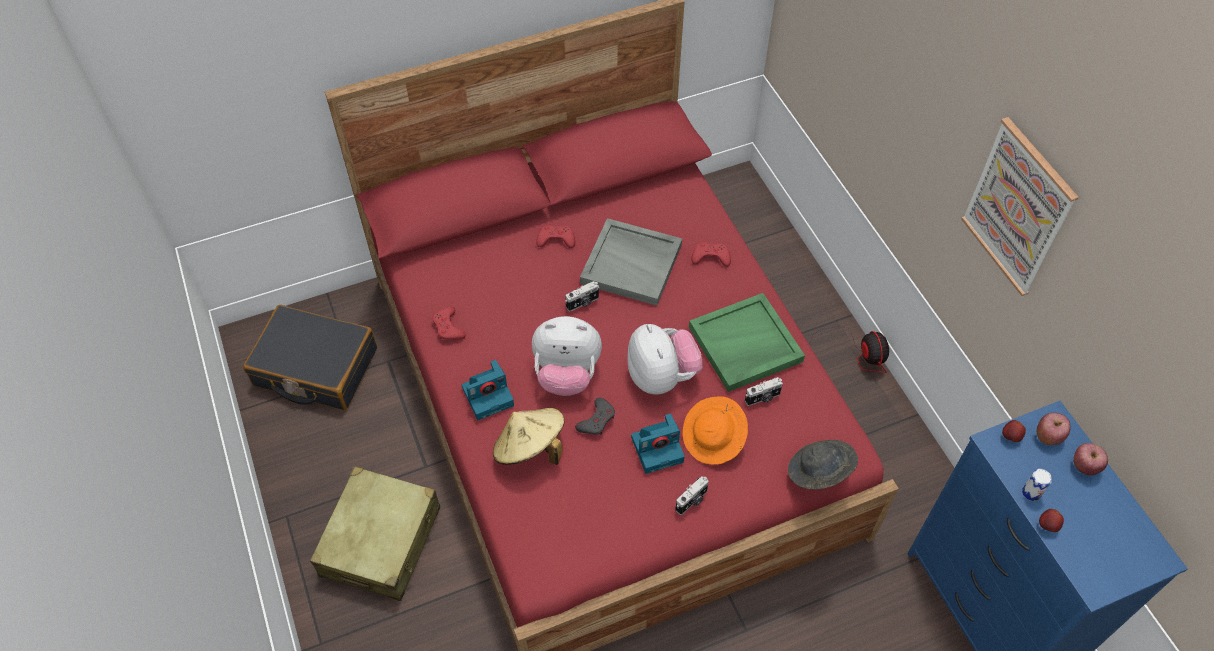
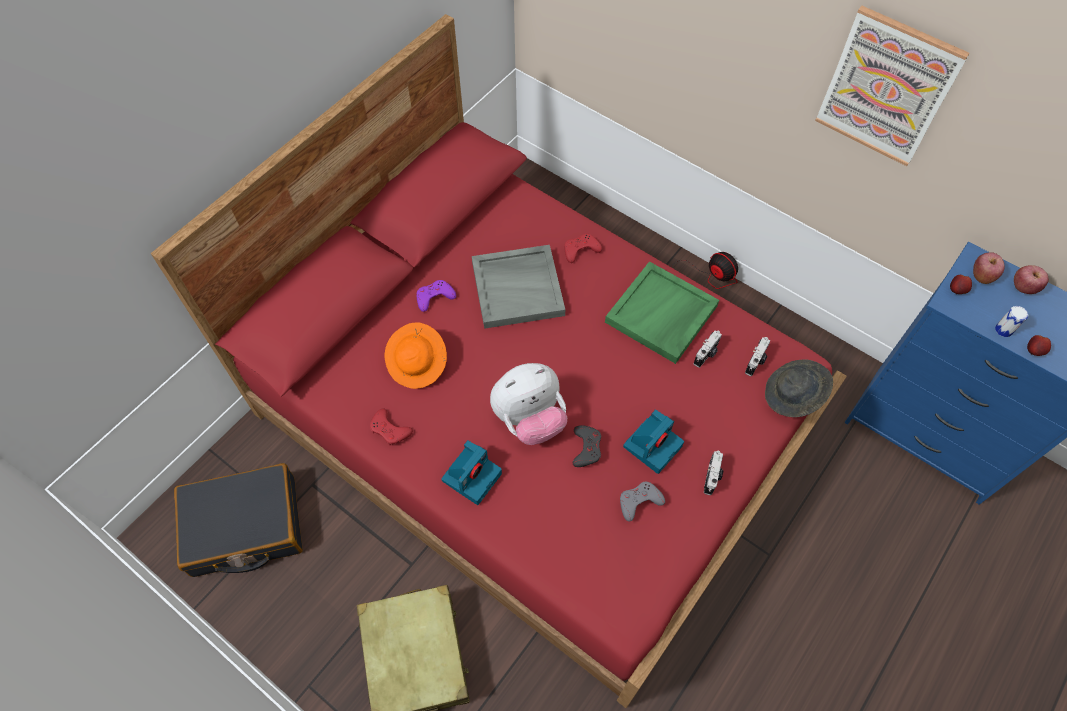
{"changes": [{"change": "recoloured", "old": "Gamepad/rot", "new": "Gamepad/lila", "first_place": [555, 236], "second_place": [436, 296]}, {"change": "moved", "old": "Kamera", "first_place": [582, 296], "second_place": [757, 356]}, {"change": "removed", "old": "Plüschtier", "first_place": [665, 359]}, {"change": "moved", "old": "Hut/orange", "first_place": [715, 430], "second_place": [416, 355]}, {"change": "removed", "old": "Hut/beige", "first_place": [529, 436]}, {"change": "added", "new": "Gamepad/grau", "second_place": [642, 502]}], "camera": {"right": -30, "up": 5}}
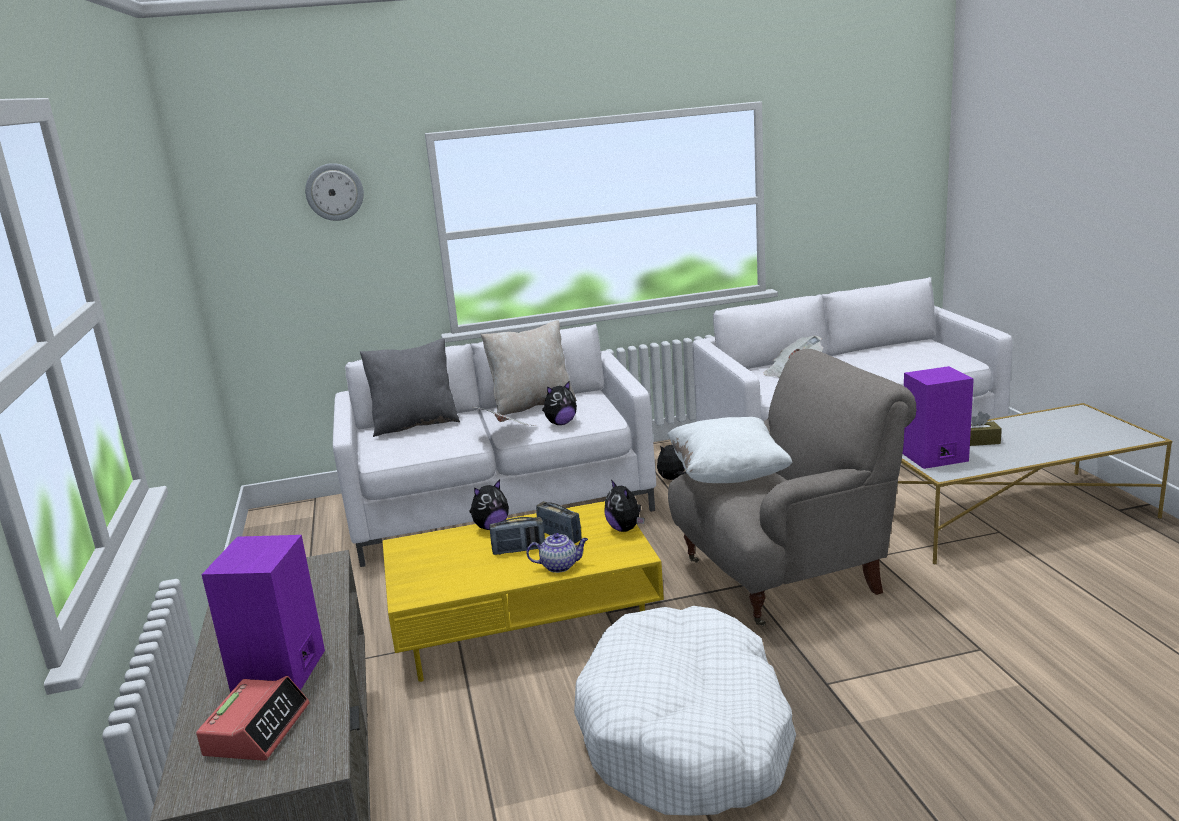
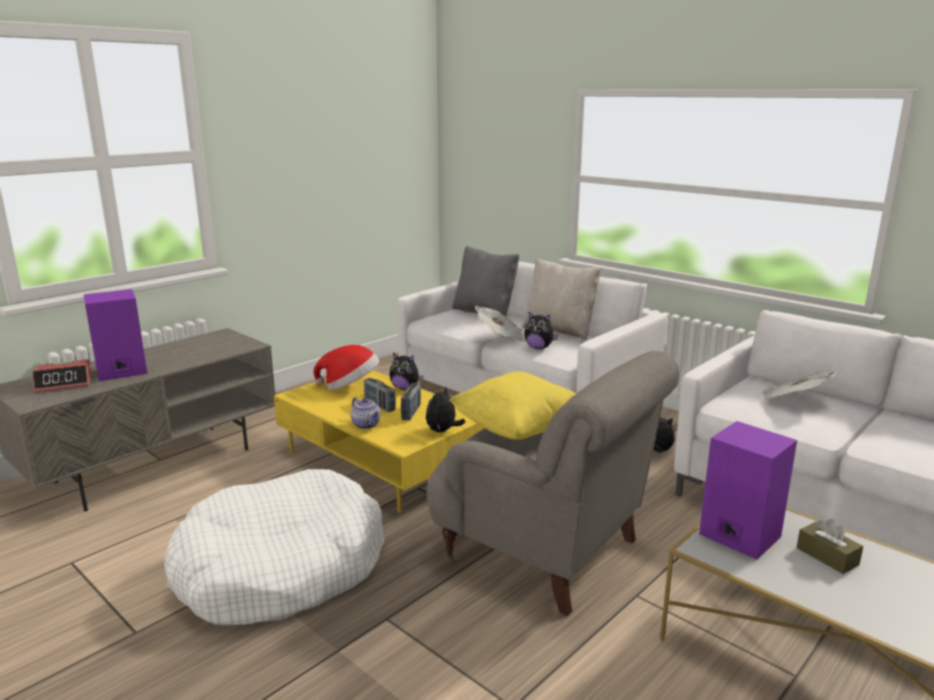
{"changes": [{"change": "removed", "old": "Wanduhr", "first_place": [334, 192]}, {"change": "recoloured", "old": "Kissen/weiß", "new": "Kissen/gelb", "first_place": [729, 450], "second_place": [513, 405]}, {"change": "added", "new": "Hut", "second_place": [346, 367]}], "camera": {"right": 55, "up": 0}}
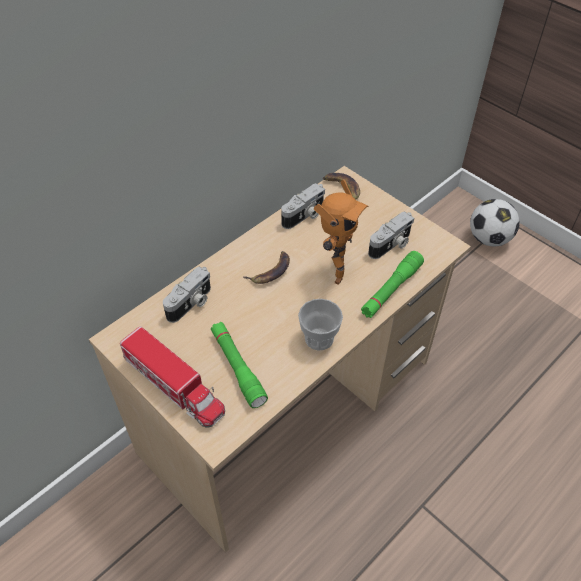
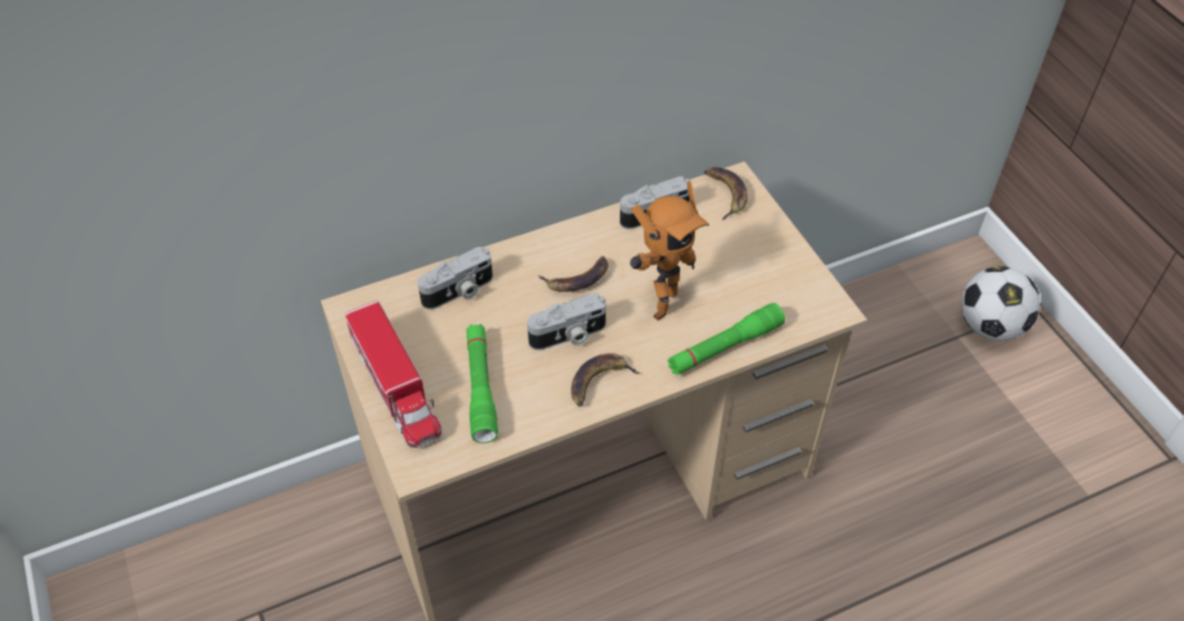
{"changes": [{"change": "moved", "old": "Kamera", "first_place": [391, 235], "second_place": [566, 321]}, {"change": "replaced", "old": "Tasse", "new": "Banane", "first_place": [320, 325], "second_place": [605, 379]}], "camera": {"right": 20, "up": 0}}
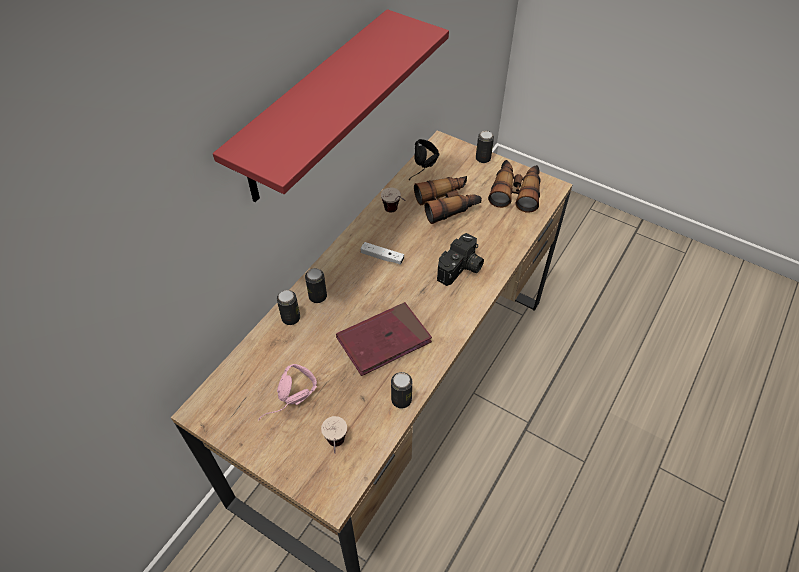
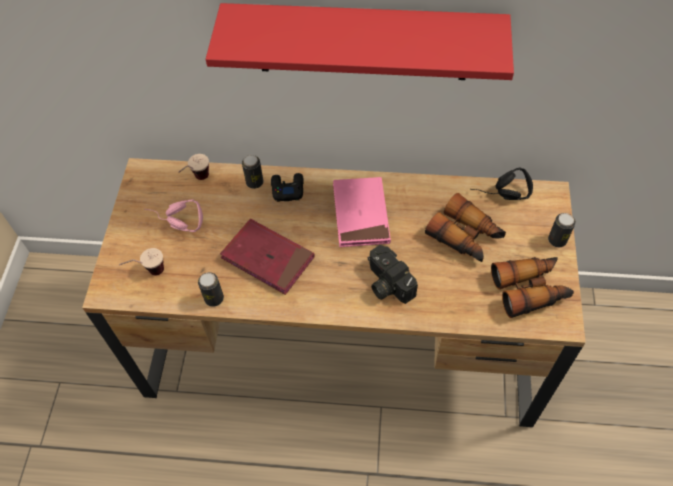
{"changes": [{"change": "moved", "old": "Tasse", "first_place": [393, 200], "second_place": [193, 167]}, {"change": "turned", "old": "Kamera", "first_place": [460, 259], "second_place": [393, 274], "degrees": 45}, {"change": "replaced", "old": "Gamepad/weiß", "new": "Buch/rosa", "first_place": [382, 253], "second_place": [362, 212]}, {"change": "replaced", "old": "Dose", "new": "Gamepad/schwarz", "first_place": [316, 285], "second_place": [287, 187]}], "camera": {"right": 65, "up": 5}}
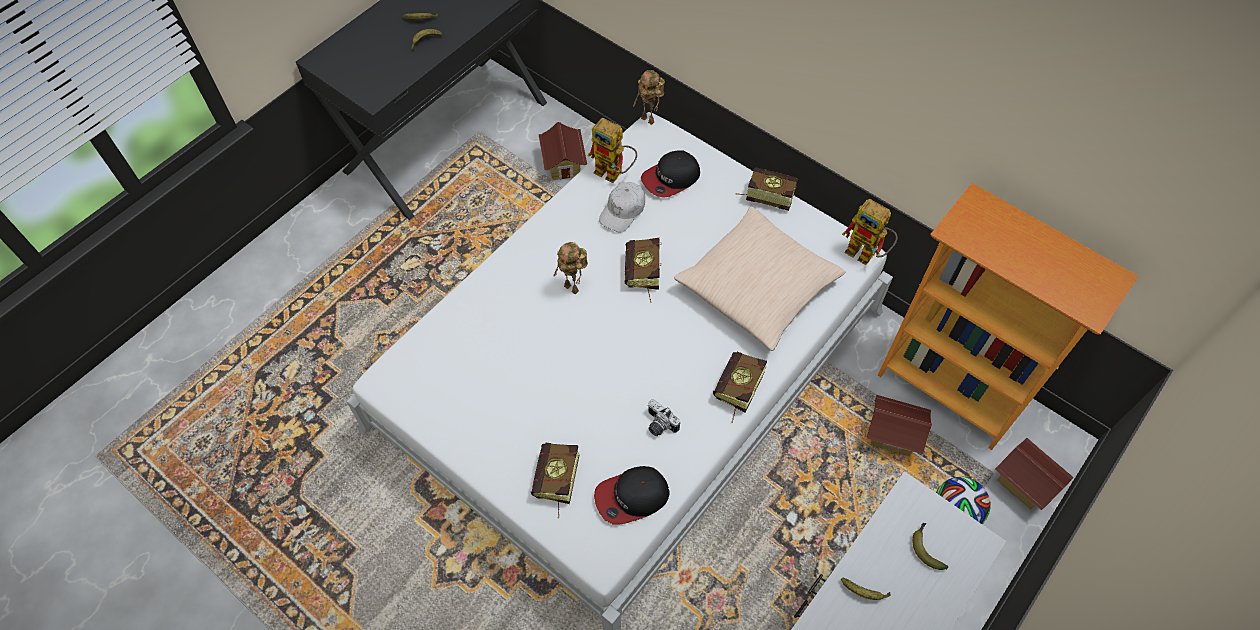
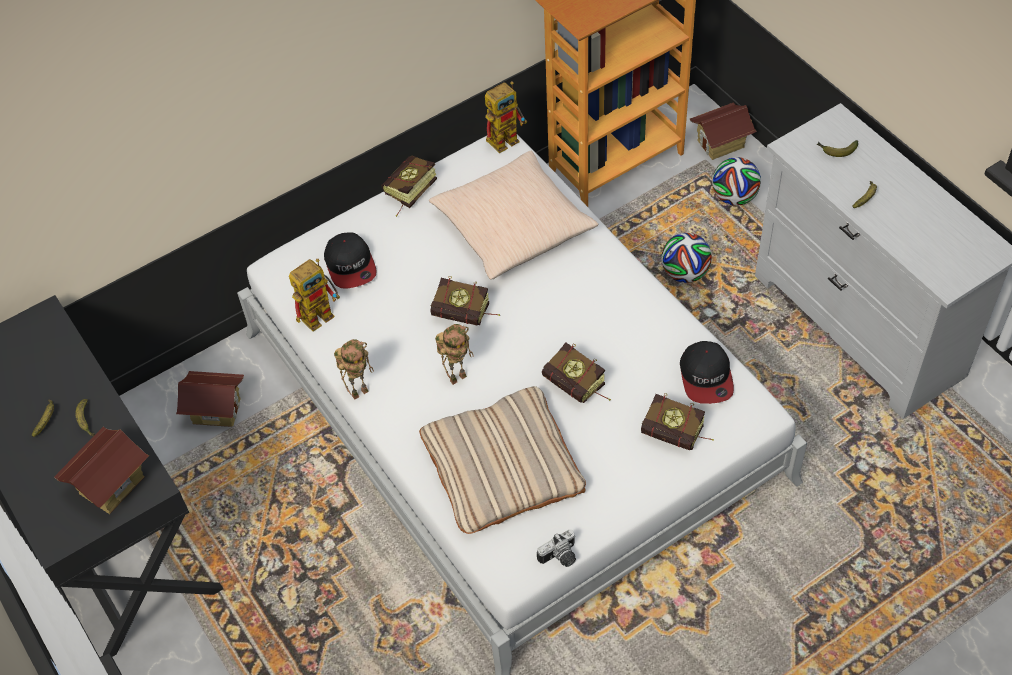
{"changes": [{"change": "moved", "old": "Spielzeugroboter", "first_place": [649, 97], "second_place": [354, 369]}, {"change": "removed", "old": "Kappe/weiß", "first_place": [622, 207]}, {"change": "moved", "old": "Buch", "first_place": [740, 387], "second_place": [576, 372]}, {"change": "moved", "old": "Spielzeughaus", "first_place": [899, 425], "second_place": [101, 470]}, {"change": "moved", "old": "Kamera", "first_place": [664, 417], "second_place": [556, 548]}, {"change": "added", "new": "Fußball", "second_place": [686, 258]}, {"change": "added", "new": "Kissen/beige", "second_place": [502, 460]}], "camera": {"right": -70, "up": -5}}
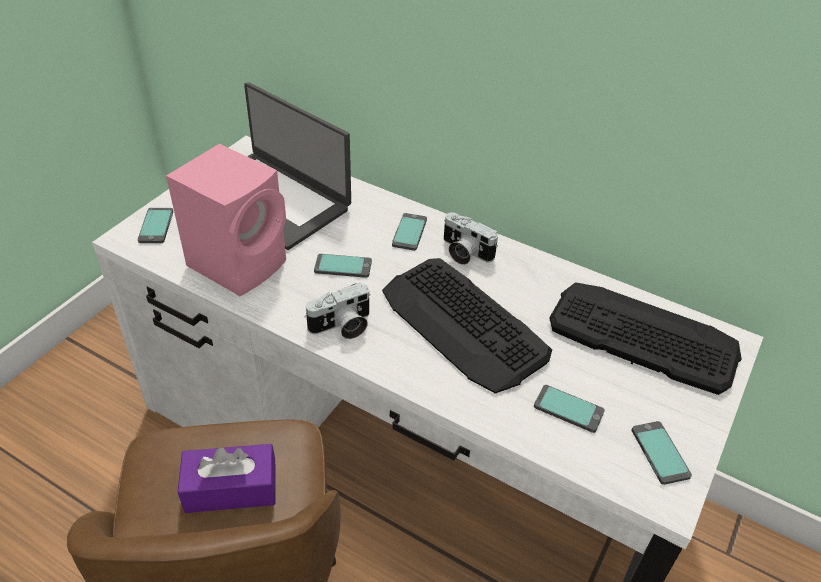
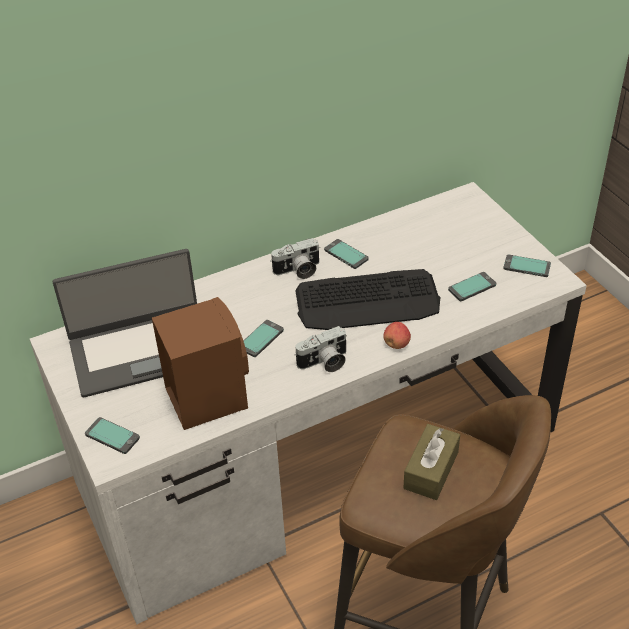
{"changes": [{"change": "recoloured", "old": "Lautsprecher/rosa", "new": "Lautsprecher/braun", "first_place": [226, 220], "second_place": [200, 363]}, {"change": "moved", "old": "Handy", "first_place": [409, 232], "second_place": [346, 254]}, {"change": "removed", "old": "Tastatur", "first_place": [645, 338]}, {"change": "turned", "old": "Kamera", "first_place": [337, 311], "second_place": [320, 349], "degrees": 60}, {"change": "recoloured", "old": "Taschentuchbox/lila", "new": "Taschentuchbox/braun", "first_place": [227, 478], "second_place": [431, 462]}, {"change": "added", "new": "Apfel", "second_place": [397, 335]}], "camera": {"right": -55, "up": 0}}
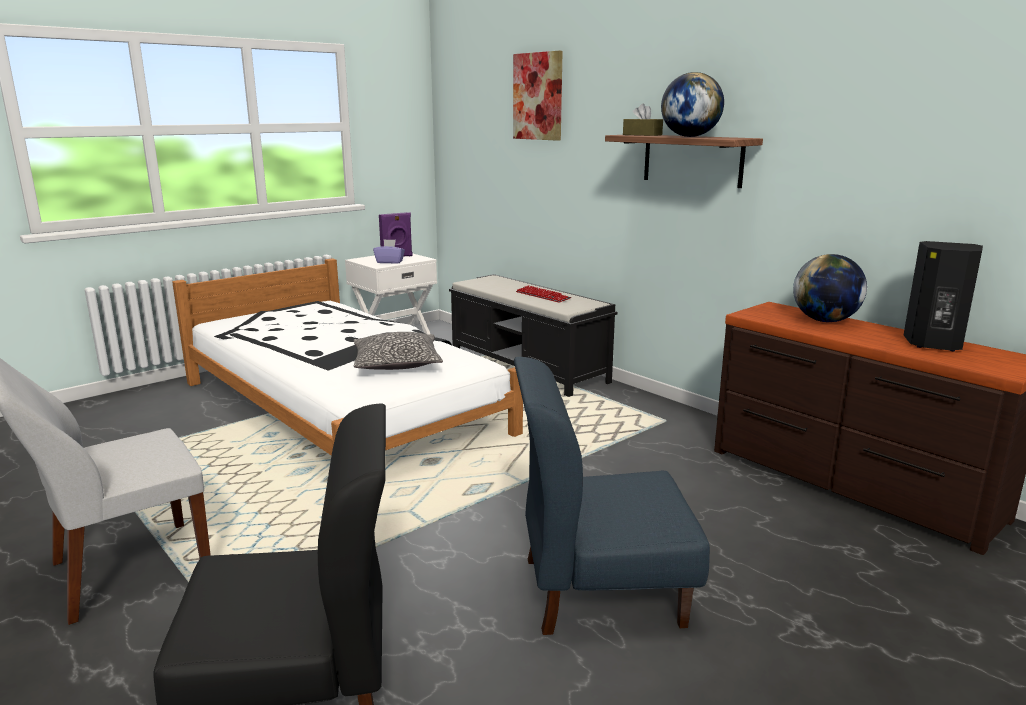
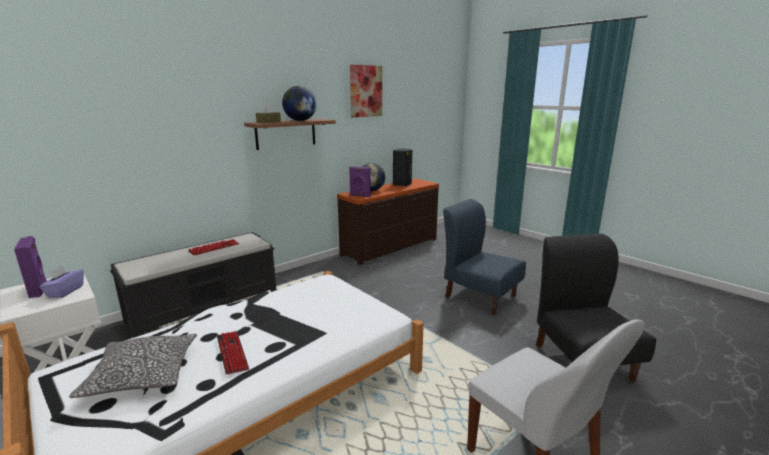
{"changes": [{"change": "moved", "old": "Bild", "first_place": [538, 96], "second_place": [366, 91]}, {"change": "moved", "old": "Kissen", "first_place": [398, 351], "second_place": [133, 366]}, {"change": "turned", "old": "Stuhl/blau", "first_place": [612, 496], "second_place": [484, 257], "degrees": 135}, {"change": "added", "new": "Lautsprecher/lila", "second_place": [360, 181]}, {"change": "added", "new": "Tastatur", "second_place": [233, 353]}], "camera": {"right": -90, "up": 0}}
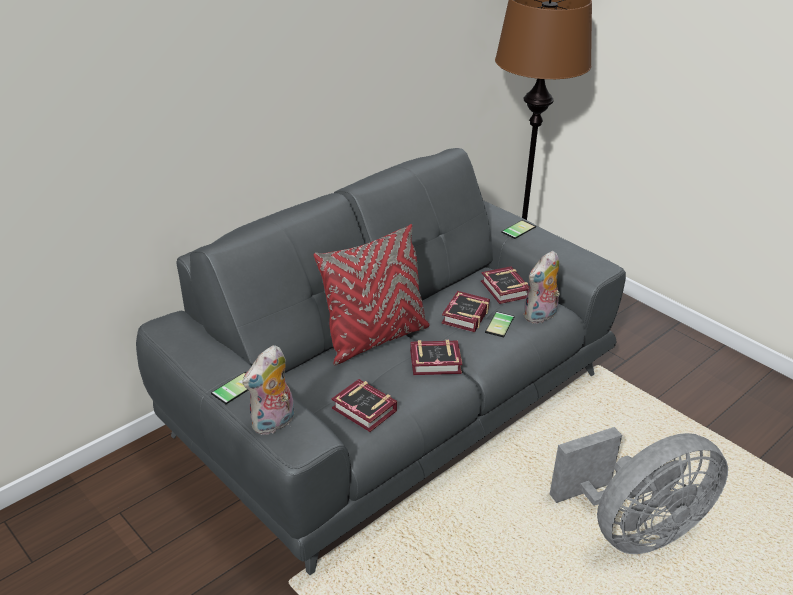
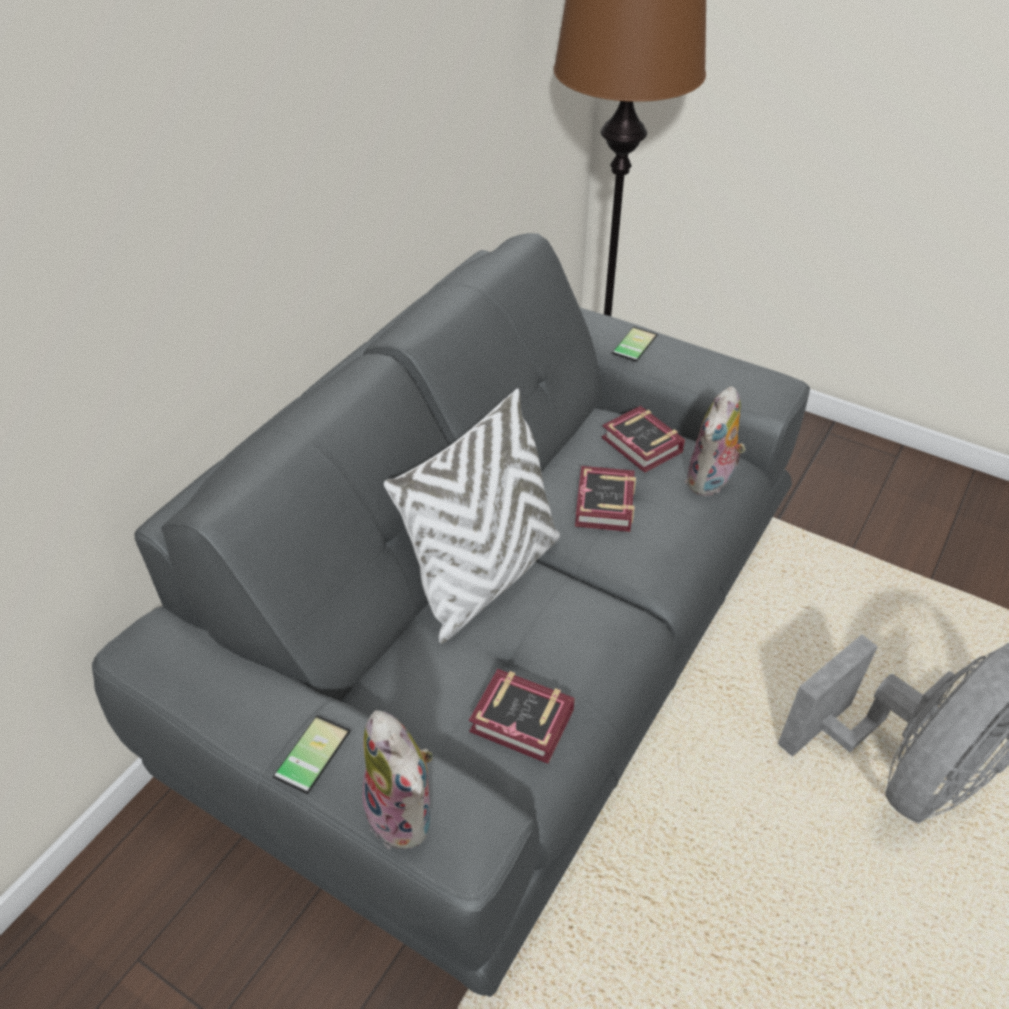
{"changes": [{"change": "recoloured", "old": "Kissen/rot", "new": "Kissen/weiß", "first_place": [372, 294], "second_place": [472, 516]}, {"change": "removed", "old": "Handy", "first_place": [500, 324]}, {"change": "removed", "old": "Buch", "first_place": [436, 357]}, {"change": "turned", "old": "Plüschtier", "first_place": [268, 390], "second_place": [396, 779], "degrees": -60}], "camera": {"right": -15, "up": 10}}
